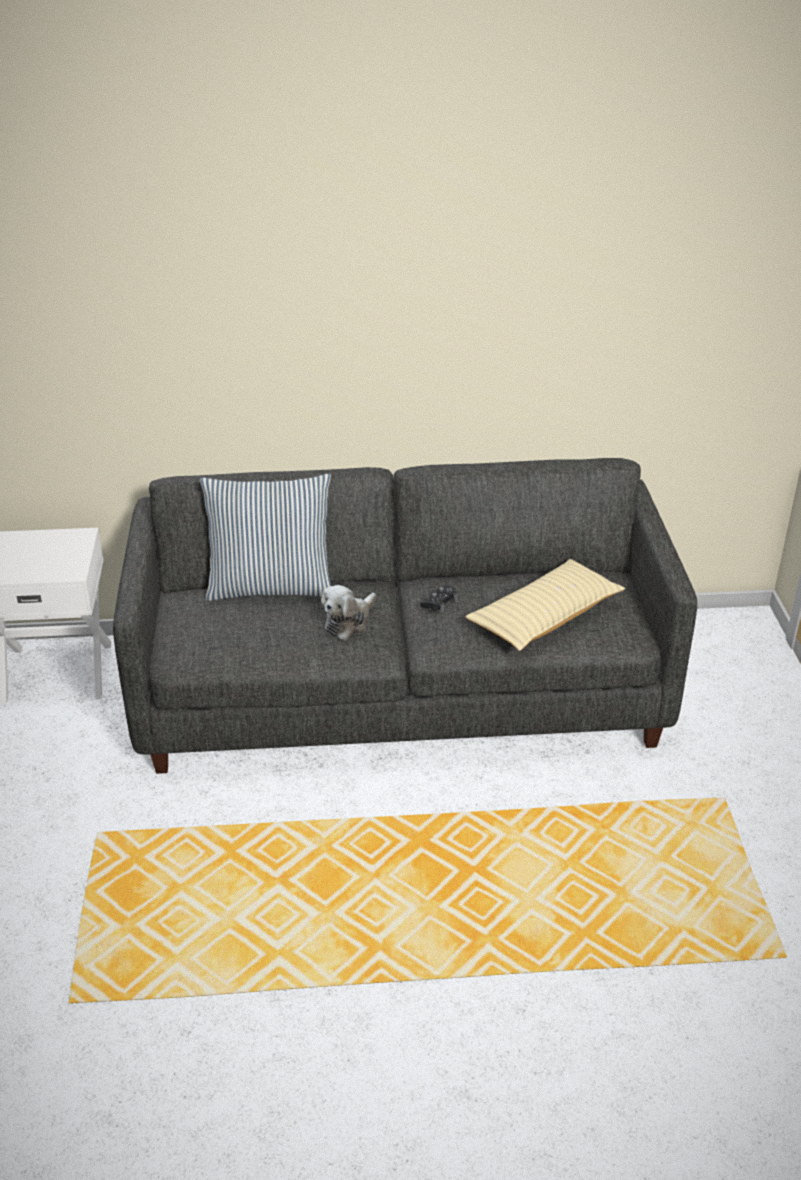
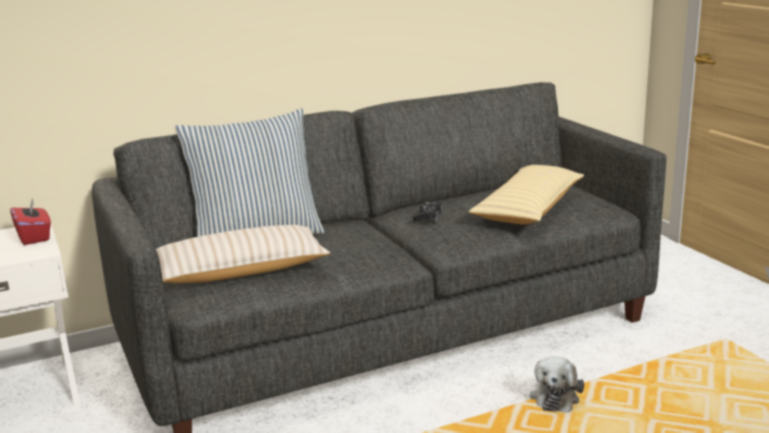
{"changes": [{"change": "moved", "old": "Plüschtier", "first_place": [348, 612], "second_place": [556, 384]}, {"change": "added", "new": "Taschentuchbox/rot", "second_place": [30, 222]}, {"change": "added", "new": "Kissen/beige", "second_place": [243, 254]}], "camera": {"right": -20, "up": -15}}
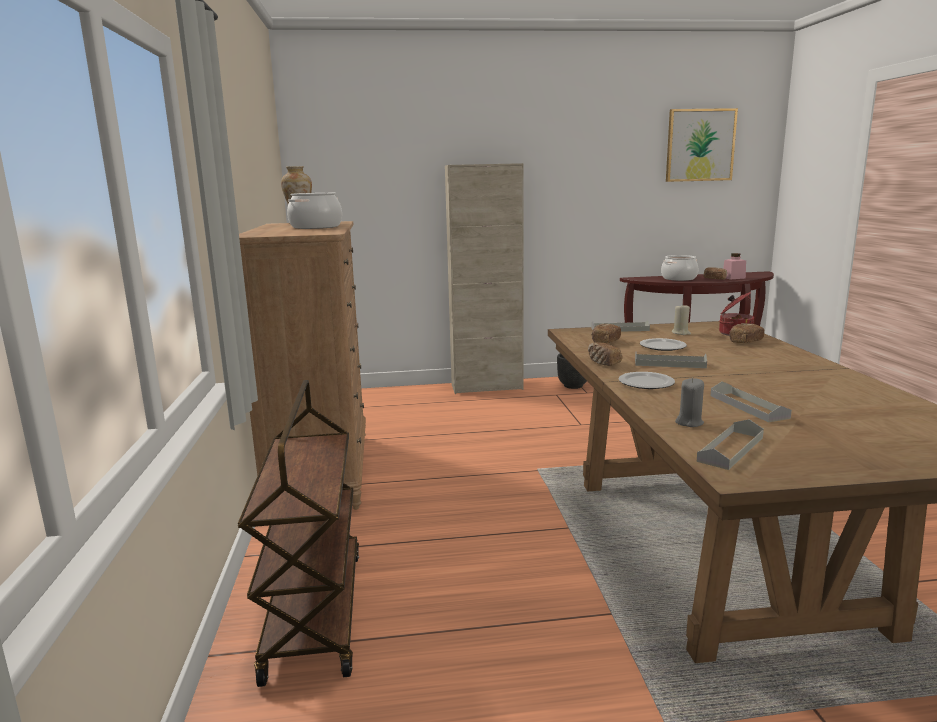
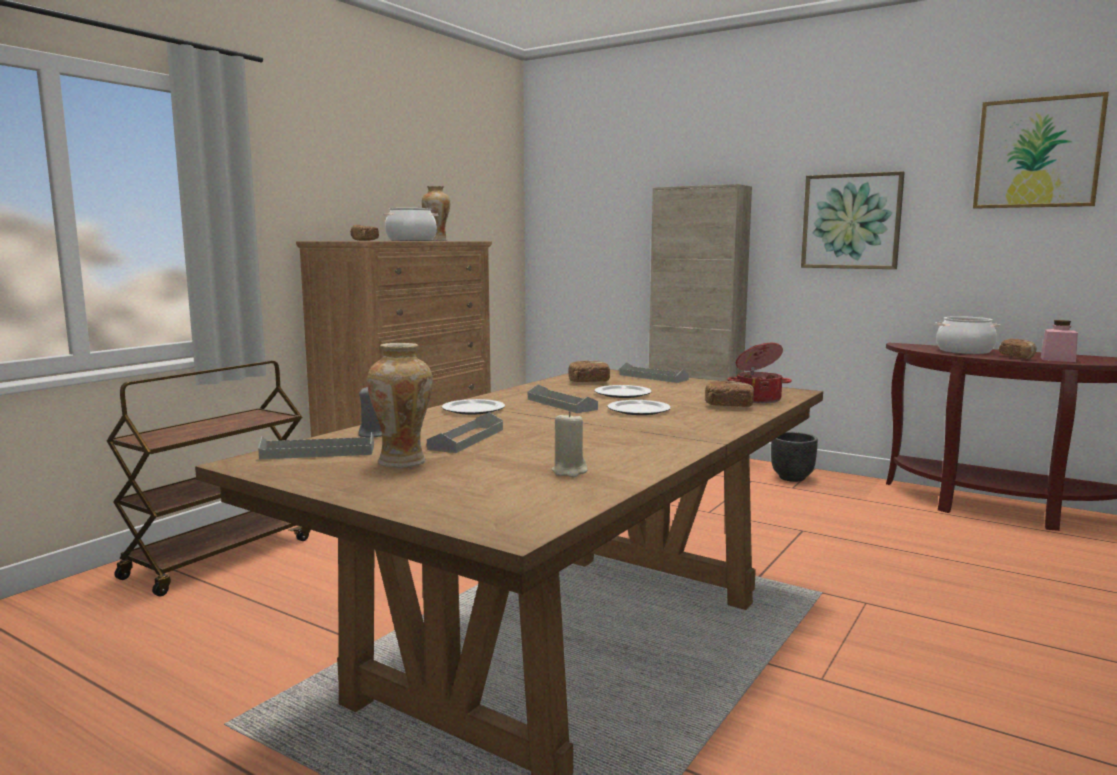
{"changes": [{"change": "moved", "old": "Kerze/beige", "first_place": [681, 319], "second_place": [569, 444]}, {"change": "moved", "old": "Brot", "first_place": [605, 354], "second_place": [364, 233]}, {"change": "added", "new": "Bild", "second_place": [853, 220]}, {"change": "added", "new": "Vase", "second_place": [400, 405]}, {"change": "added", "new": "Teller", "second_place": [639, 407]}], "camera": {"right": 40, "up": -5}}
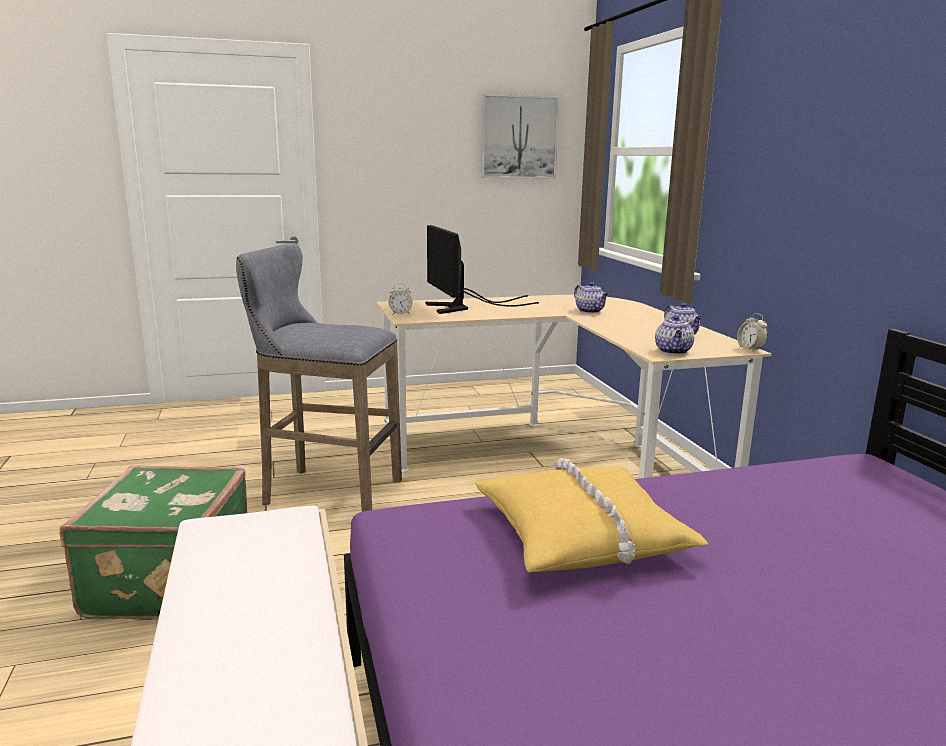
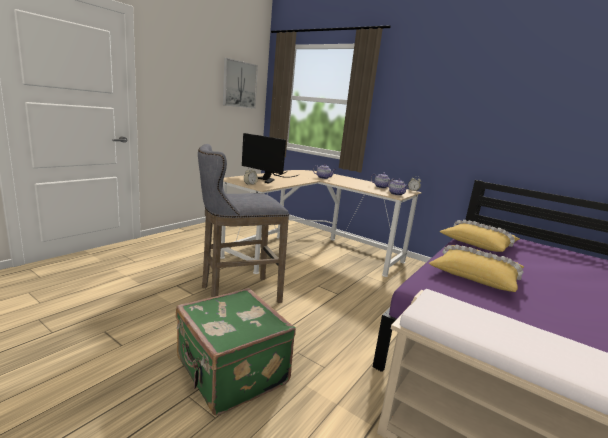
{"changes": [{"change": "added", "new": "Kissen/gelb", "second_place": [479, 236]}], "camera": {"right": -40, "up": 0}}
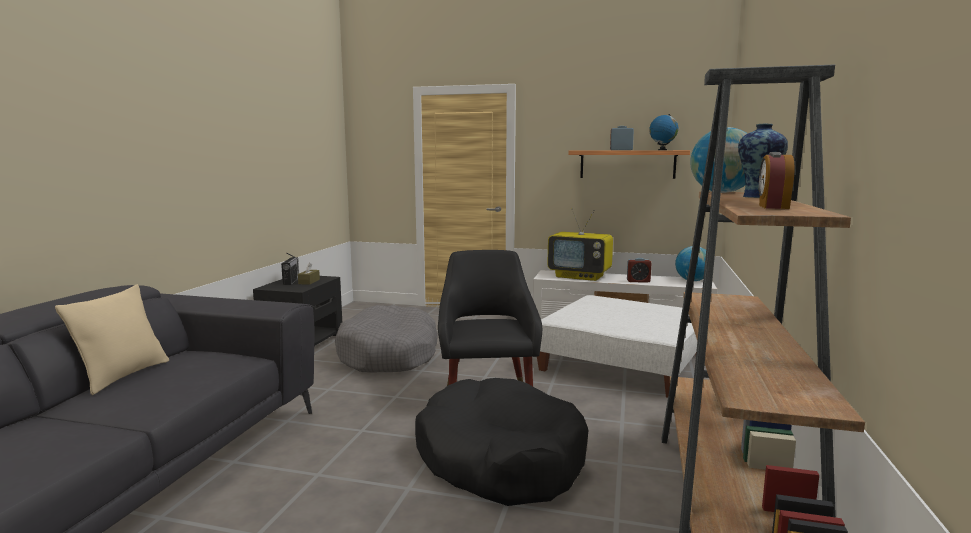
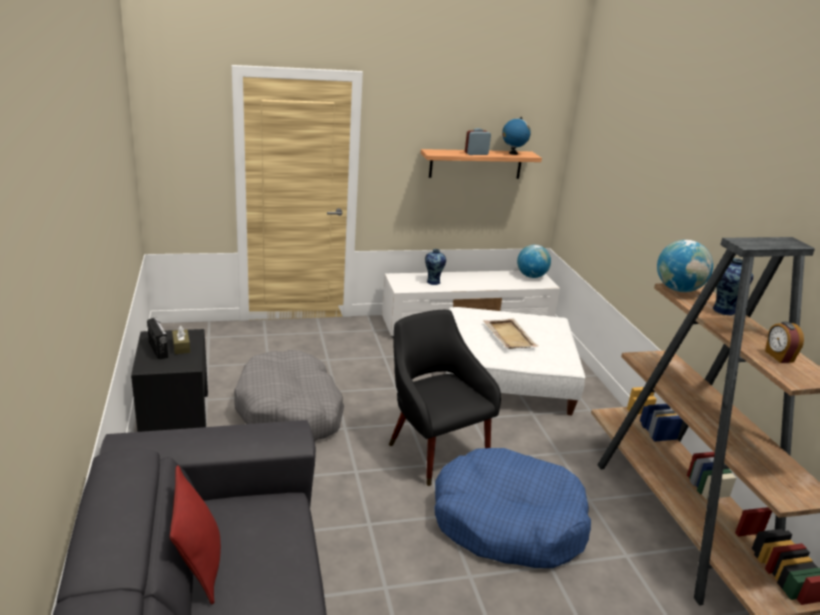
{"changes": [{"change": "replaced", "old": "Fernseher", "new": "Vase", "first_place": [580, 244], "second_place": [435, 267]}, {"change": "removed", "old": "Wecker", "first_place": [639, 270]}, {"change": "recoloured", "old": "Kissen/beige", "new": "Kissen/rot", "first_place": [112, 339], "second_place": [195, 534]}, {"change": "recoloured", "old": "Hundebett/schwarz", "new": "Hundebett/blau", "first_place": [501, 442], "second_place": [512, 508]}, {"change": "added", "new": "Tablett/beige", "second_place": [511, 333]}], "camera": {"right": -30, "up": 15}}
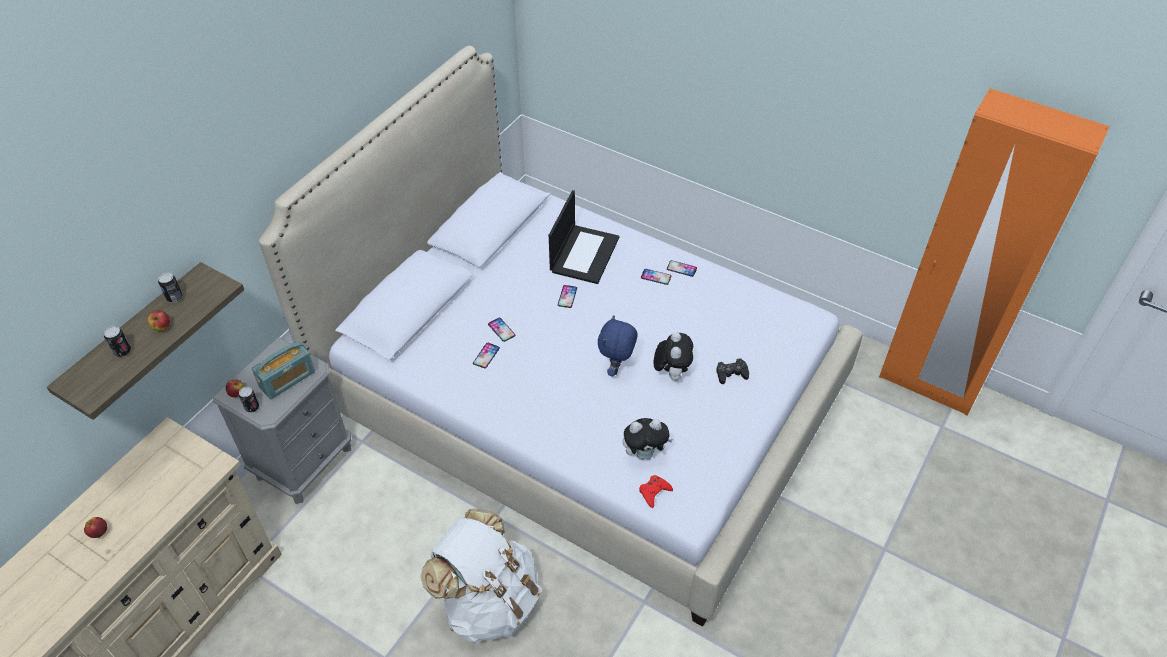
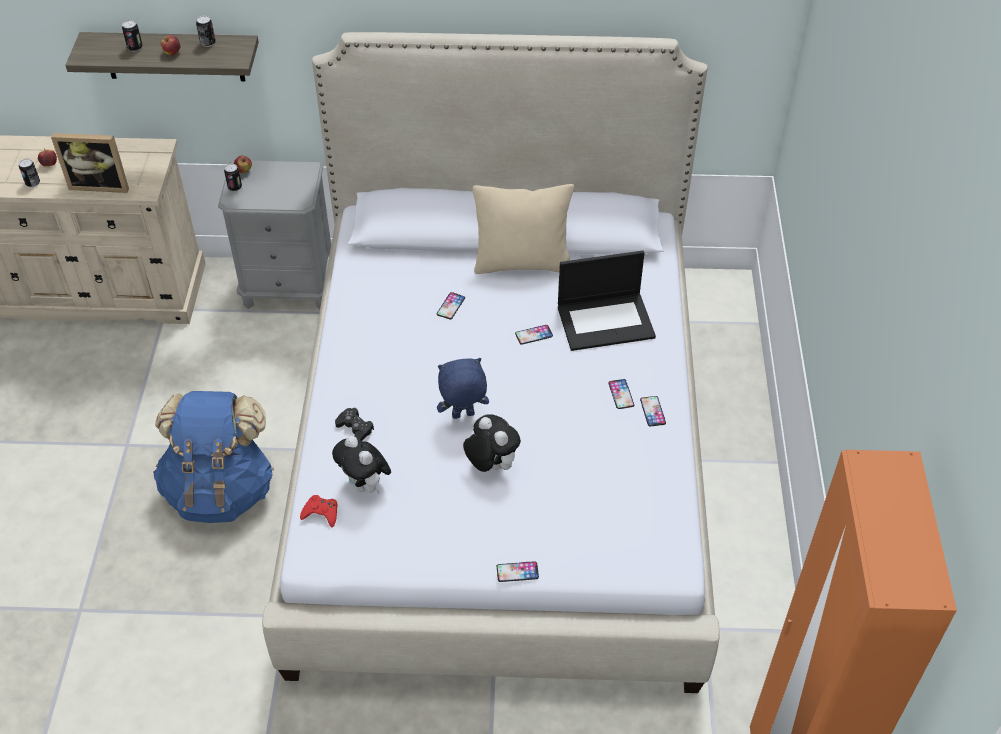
{"changes": [{"change": "turned", "old": "Plüschtier", "first_place": [673, 356], "second_place": [492, 443], "degrees": -105}, {"change": "removed", "old": "Radio", "first_place": [283, 370]}, {"change": "moved", "old": "Handy", "first_place": [486, 355], "second_place": [518, 571]}, {"change": "moved", "old": "Gamepad/schwarz", "first_place": [732, 371], "second_place": [354, 424]}, {"change": "recoloured", "old": "Rucksack/weiß", "new": "Rucksack/blau", "first_place": [481, 576], "second_place": [213, 457]}, {"change": "added", "new": "Bilderrahmen", "second_place": [90, 163]}, {"change": "added", "new": "Dose", "second_place": [29, 173]}, {"change": "added", "new": "Kissen/beige", "second_place": [523, 229]}], "camera": {"right": 60, "up": 0}}
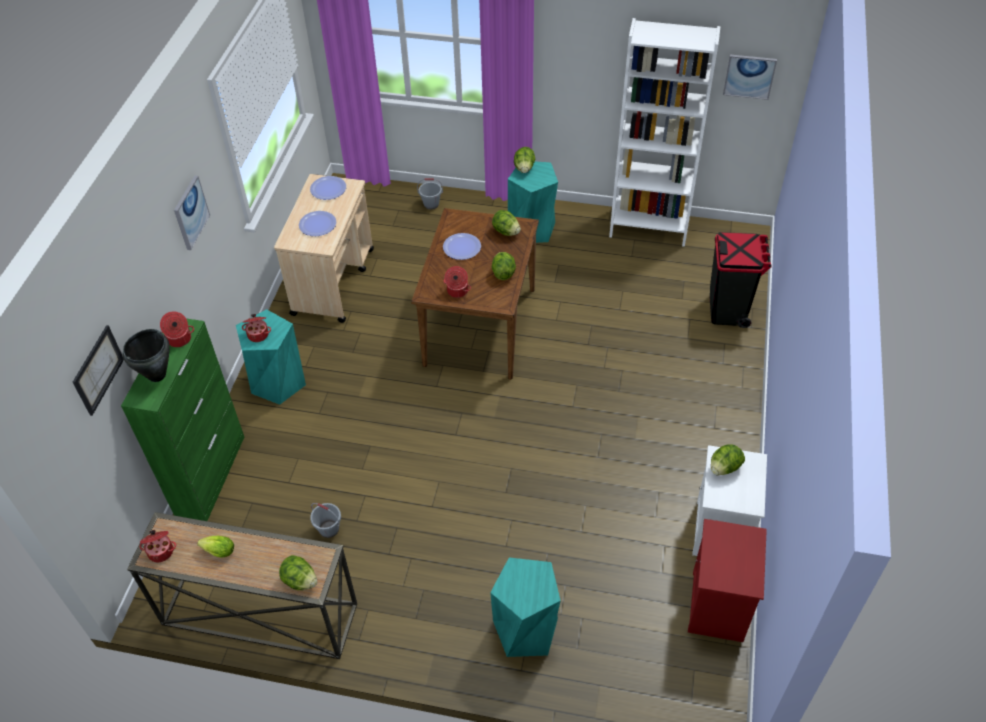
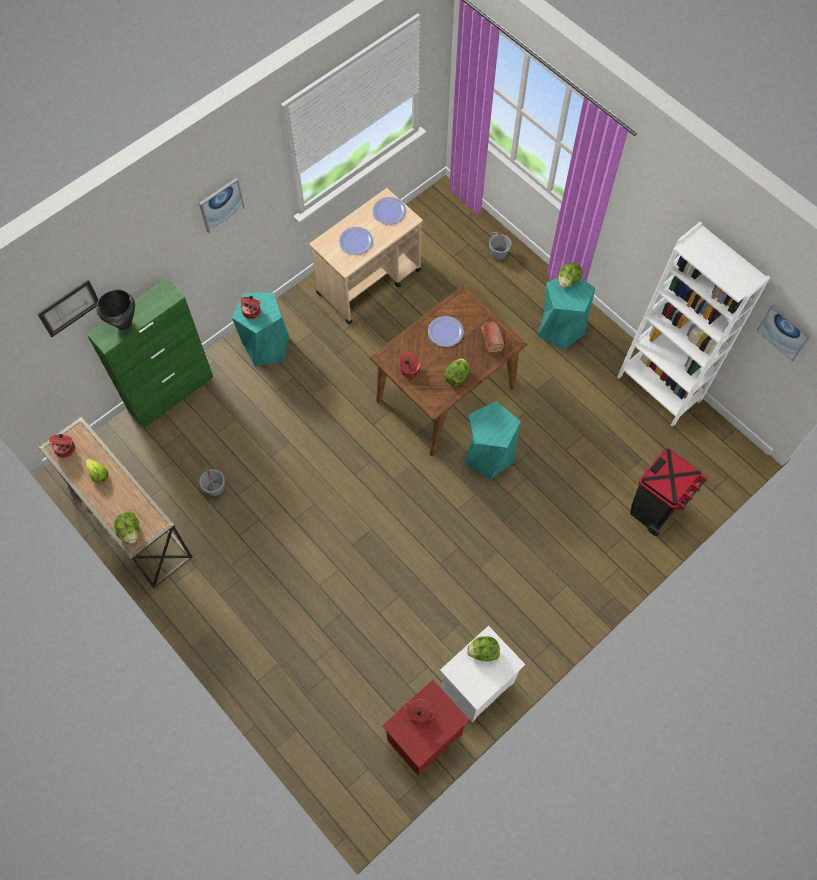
{"changes": [{"change": "replaced", "old": "Salatkopf", "new": "Brot", "first_place": [506, 223], "second_place": [492, 337]}, {"change": "moved", "old": "Kochtopf", "first_place": [177, 329], "second_place": [419, 711]}, {"change": "moved", "old": "Hocker/türkis", "first_place": [525, 607], "second_place": [492, 440]}], "camera": {"right": 35, "up": 15}}
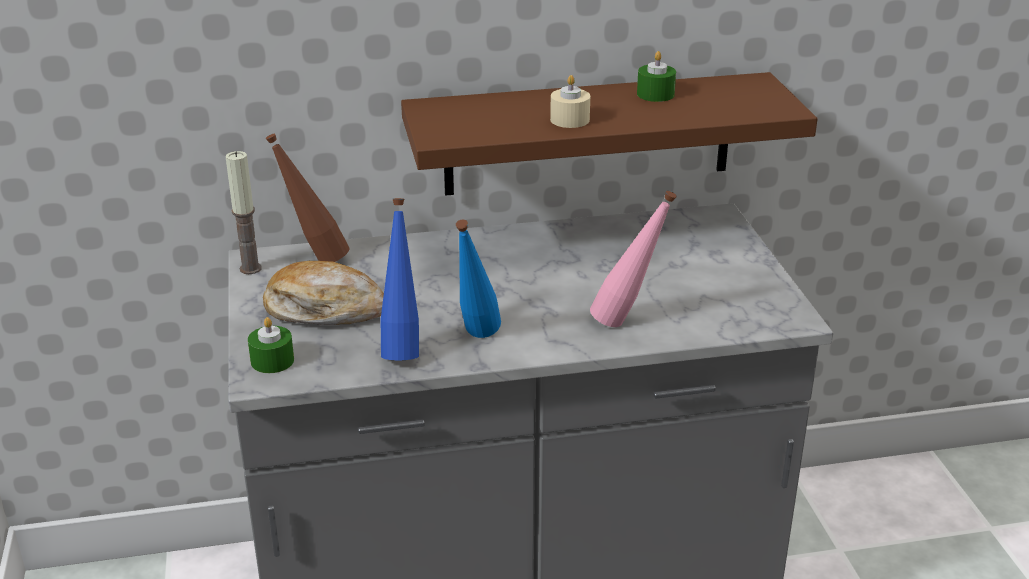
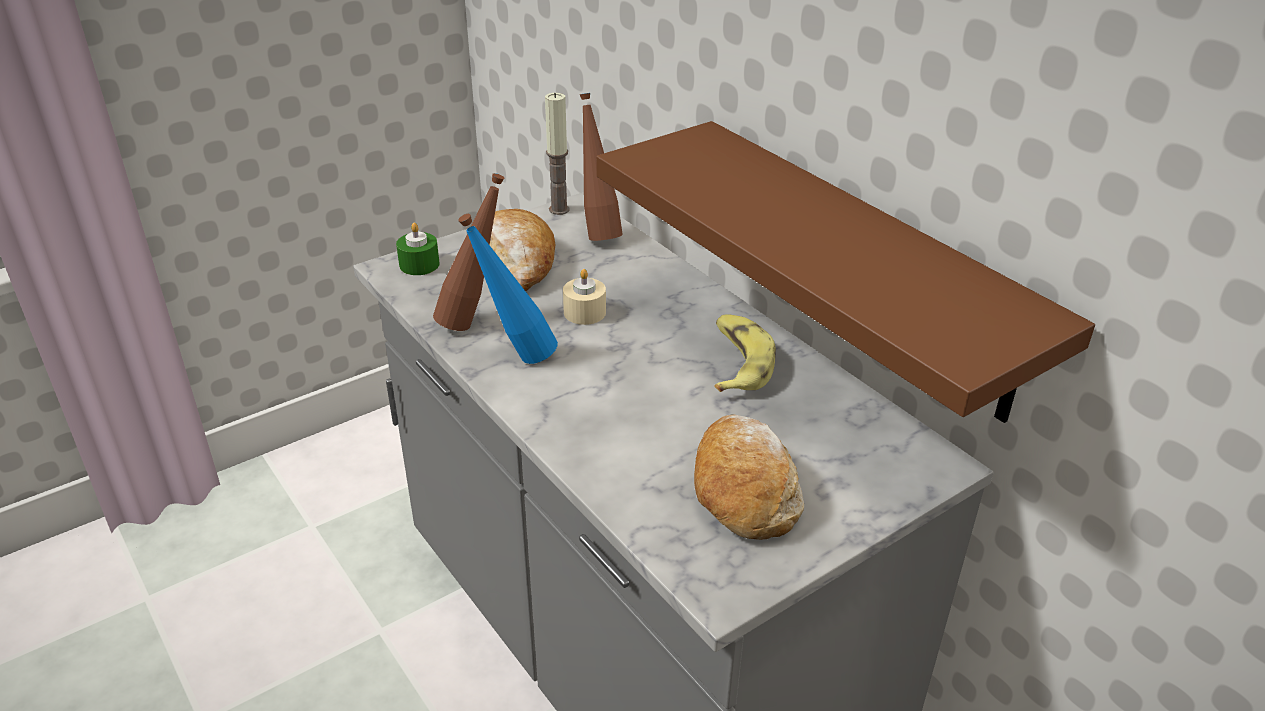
{"changes": [{"change": "removed", "old": "Kerze/grün", "first_place": [656, 76]}, {"change": "moved", "old": "Kerze/beige", "first_place": [570, 101], "second_place": [584, 297]}, {"change": "removed", "old": "Flasche/rosa", "first_place": [633, 259]}, {"change": "recoloured", "old": "Flasche/blau", "new": "Flasche/braun", "first_place": [400, 279], "second_place": [468, 252]}, {"change": "added", "new": "Banane", "second_place": [745, 353]}, {"change": "added", "new": "Brot", "second_place": [749, 477]}], "camera": {"right": 65, "up": 5}}
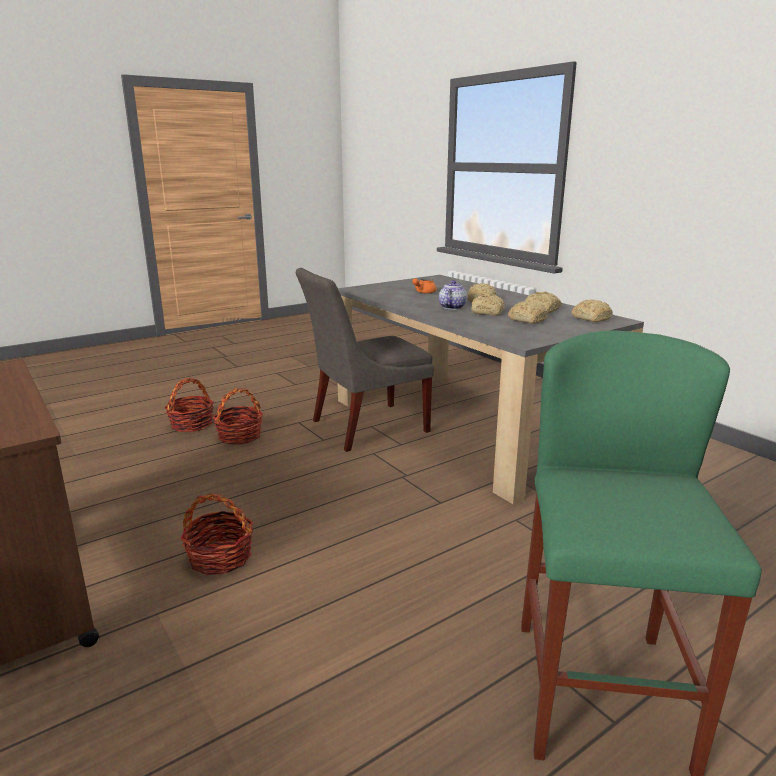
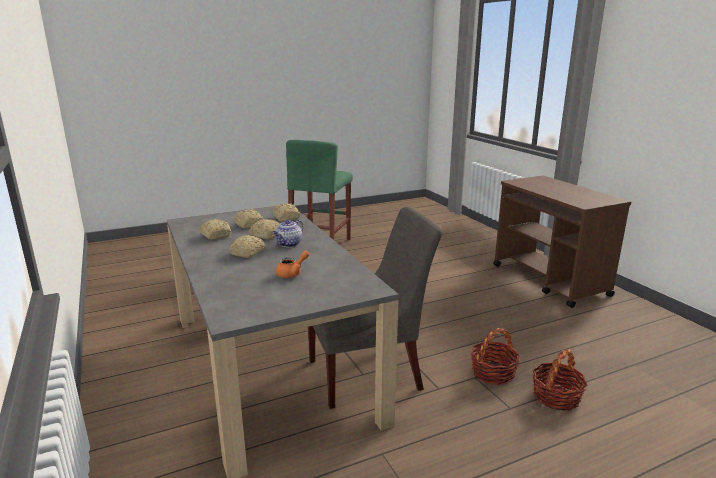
{"changes": [{"change": "moved", "old": "Brot", "first_place": [592, 311], "second_place": [286, 212]}, {"change": "removed", "old": "Korb", "first_place": [216, 534]}], "camera": {"right": -170, "up": 0}}
